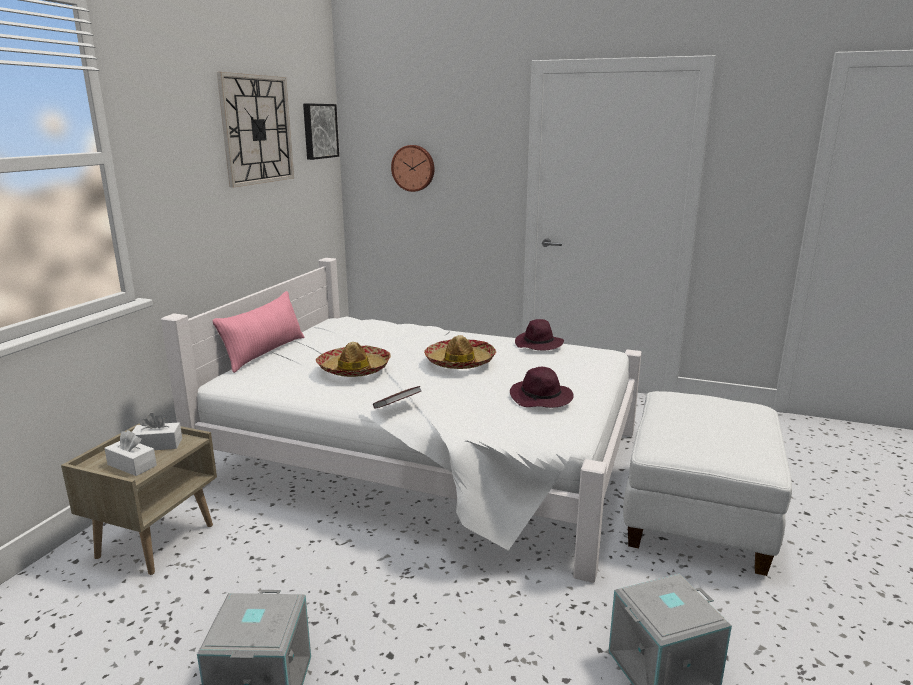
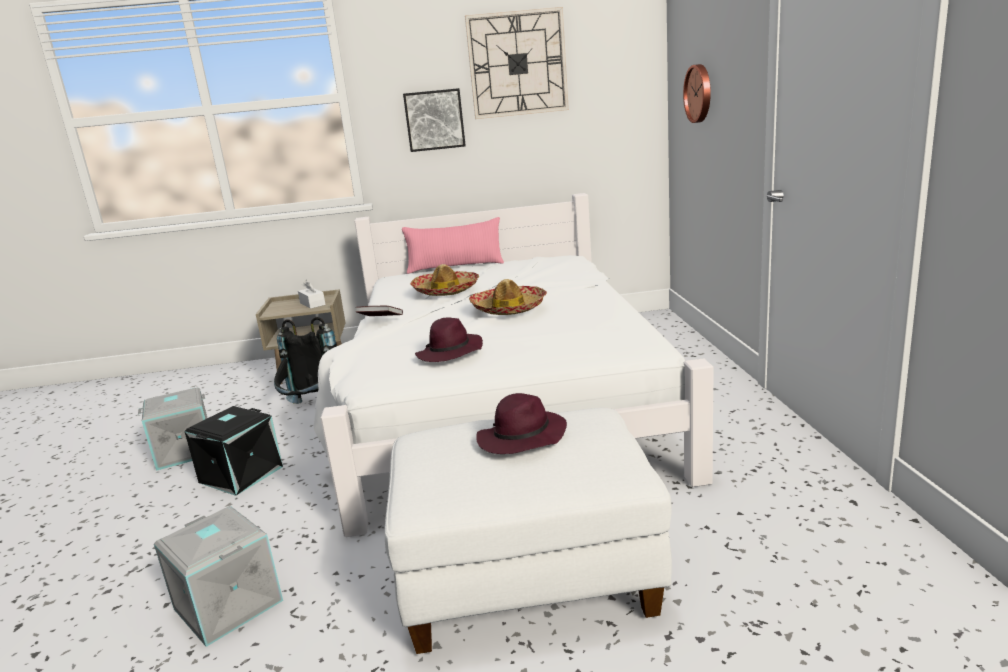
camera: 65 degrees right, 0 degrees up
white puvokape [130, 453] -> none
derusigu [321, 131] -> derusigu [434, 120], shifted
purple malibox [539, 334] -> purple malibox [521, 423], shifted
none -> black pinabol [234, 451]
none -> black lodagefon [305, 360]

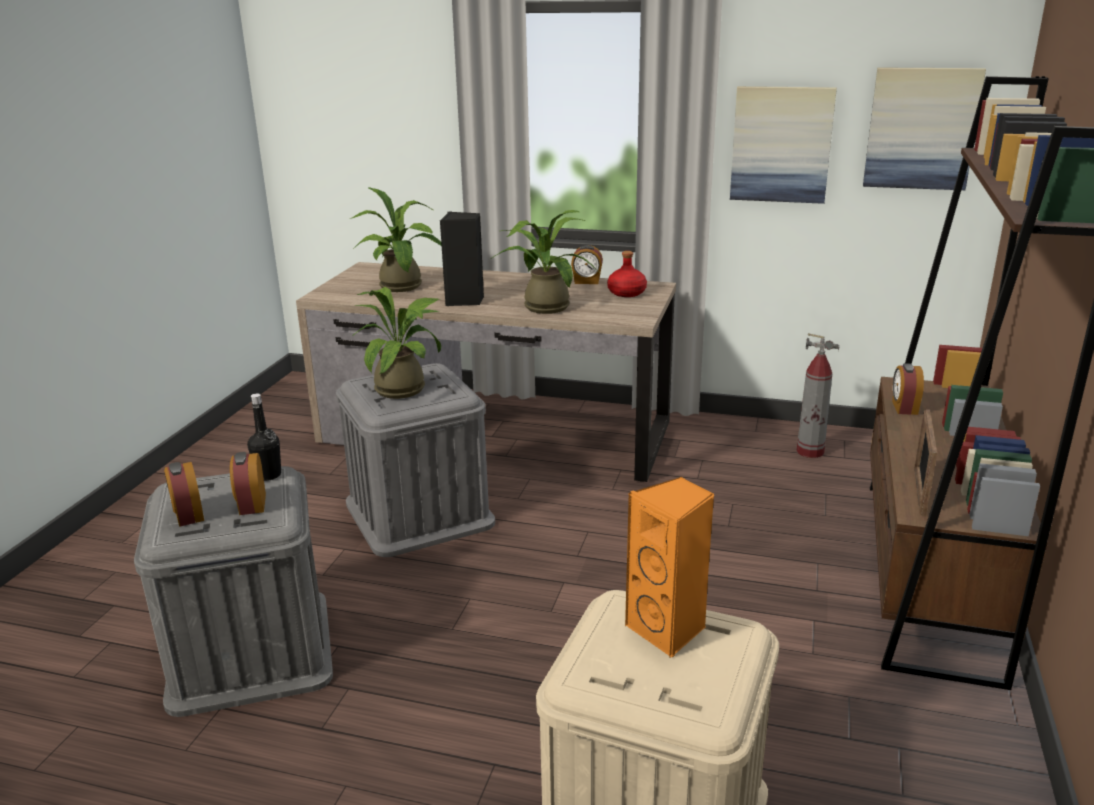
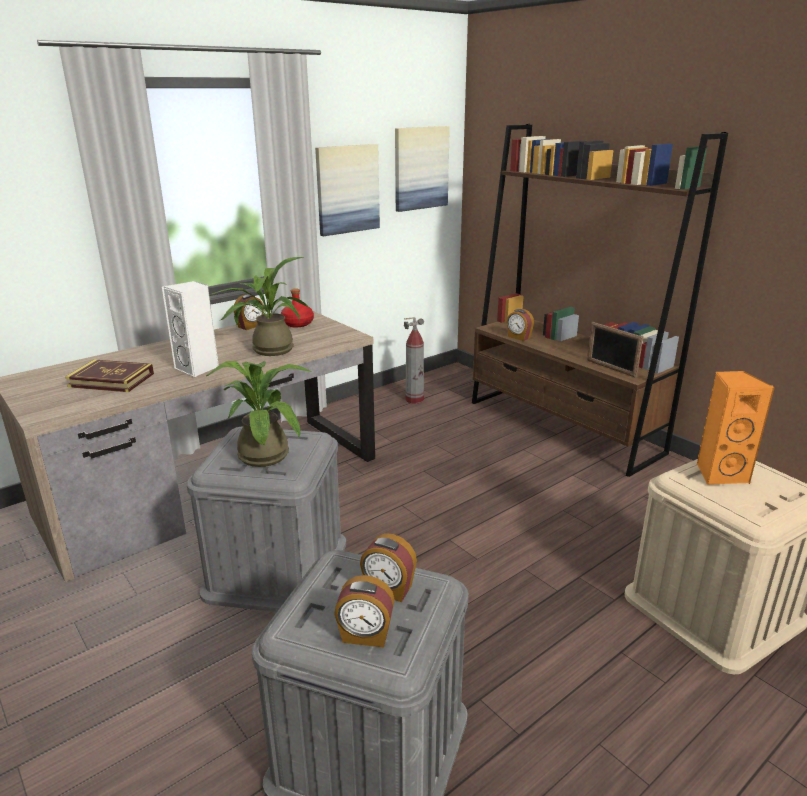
camera: 55 degrees left, 0 degrees up
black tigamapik [264, 437] -> none
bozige [396, 239] -> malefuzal [109, 375]
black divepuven [462, 258] -> white divepuven [190, 329]

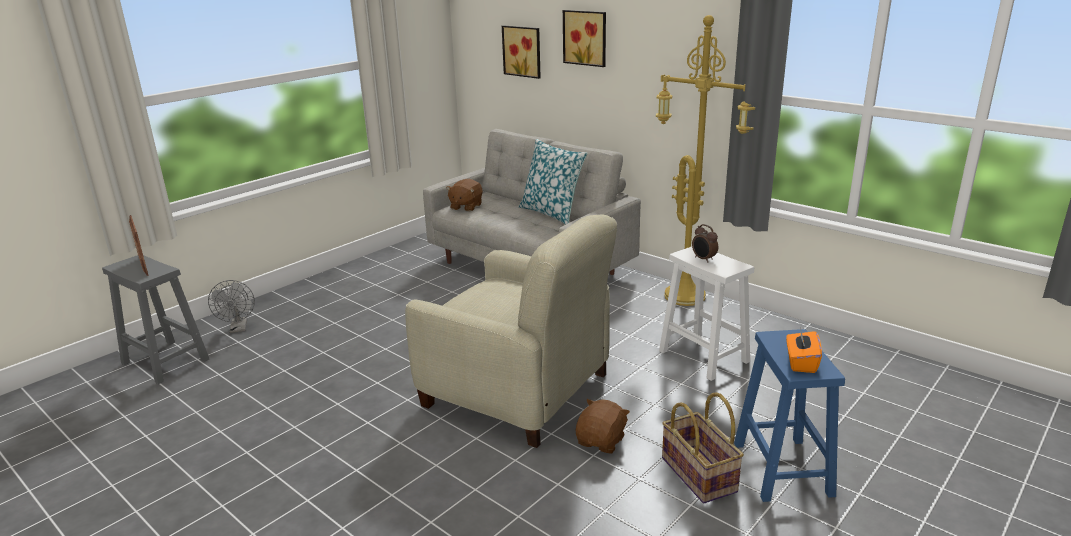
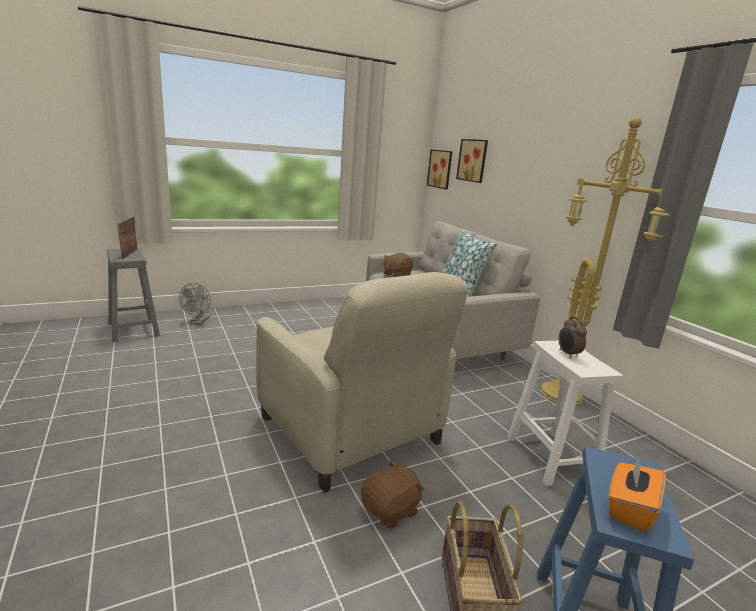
camera: 20 degrees right, 5 degrees down
derusigu [584, 38] -> derusigu [440, 170], shifted

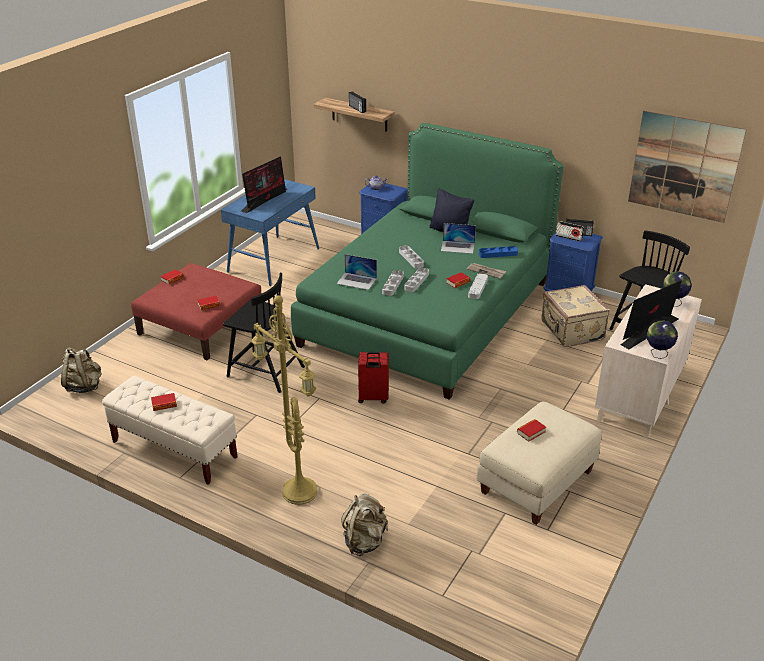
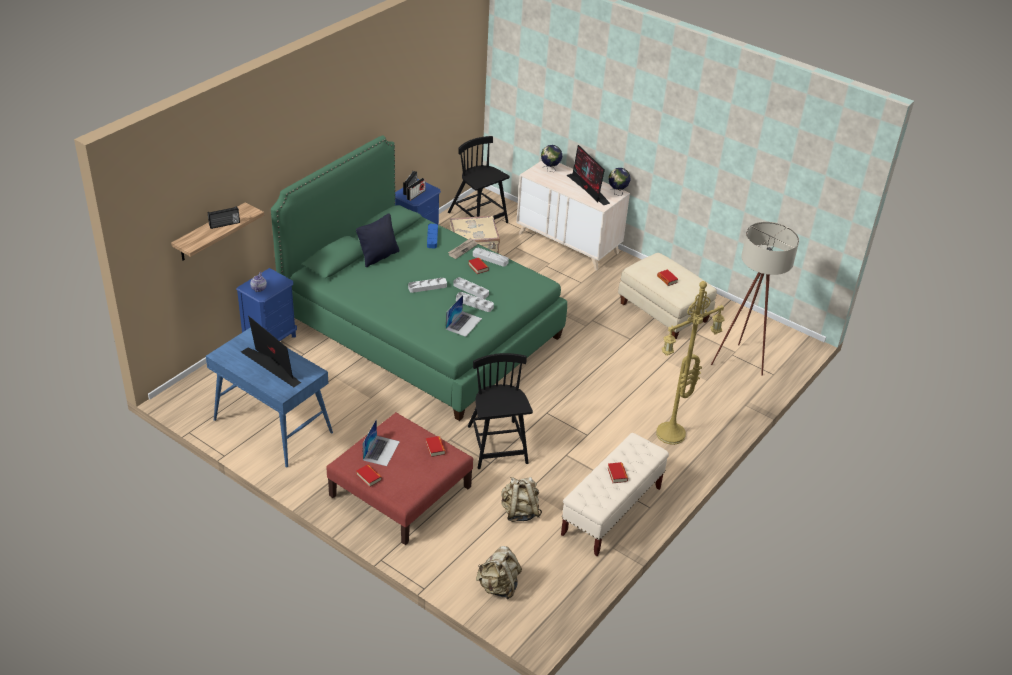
camera: 85 degrees left, 5 degrees up
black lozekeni [264, 333] -> black lozekeni [500, 411], 45 degrees counterclockwise
beige lodagefon [364, 525] -> beige lodagefon [521, 499], shifted
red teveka [373, 378] -> none
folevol [458, 238] -> folevol [381, 442], shifted
derusigu [687, 167] -> none
none -> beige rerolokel [755, 299]

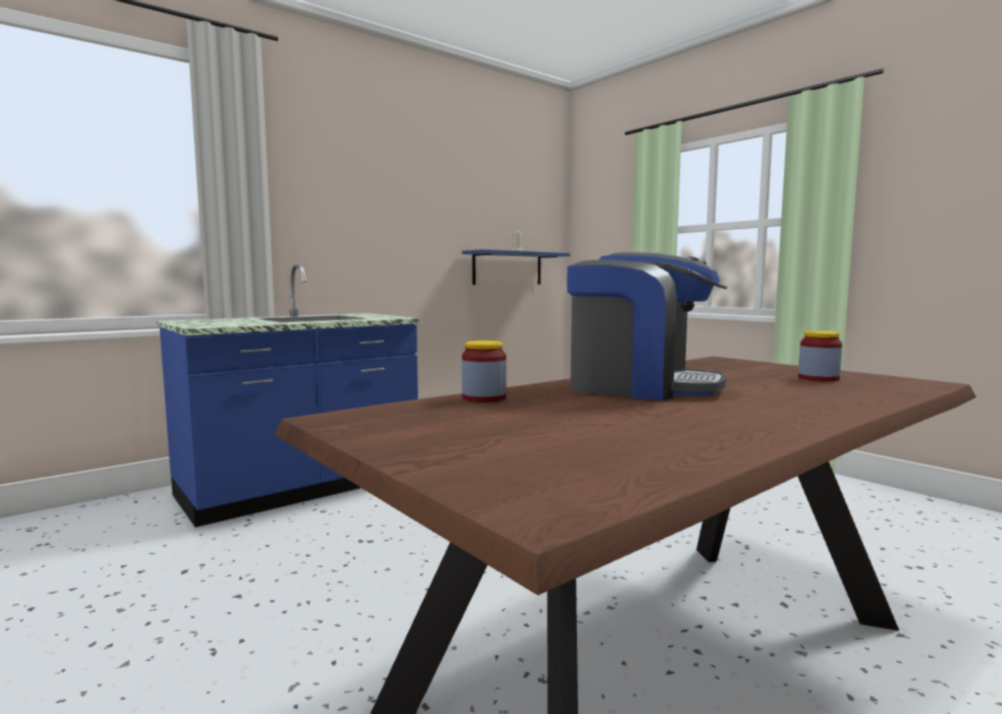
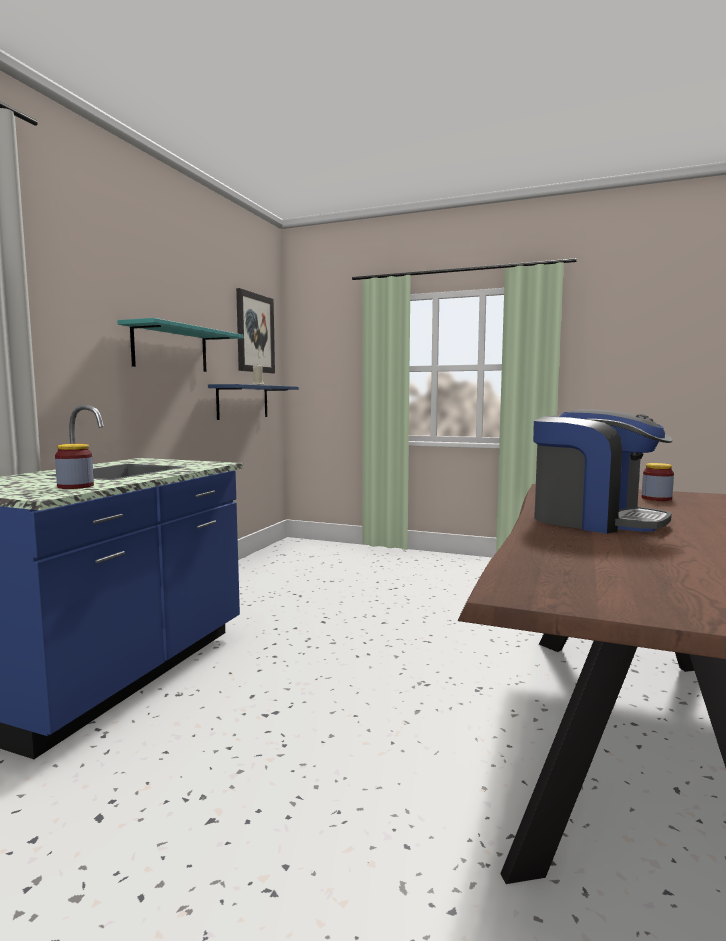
camera: 30 degrees left, 0 degrees up
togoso [484, 371] -> togoso [74, 466], shifted
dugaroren [647, 326] -> dugaroren [603, 471], 45 degrees clockwise
none -> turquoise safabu [180, 345]
none -> derusigu [255, 330]

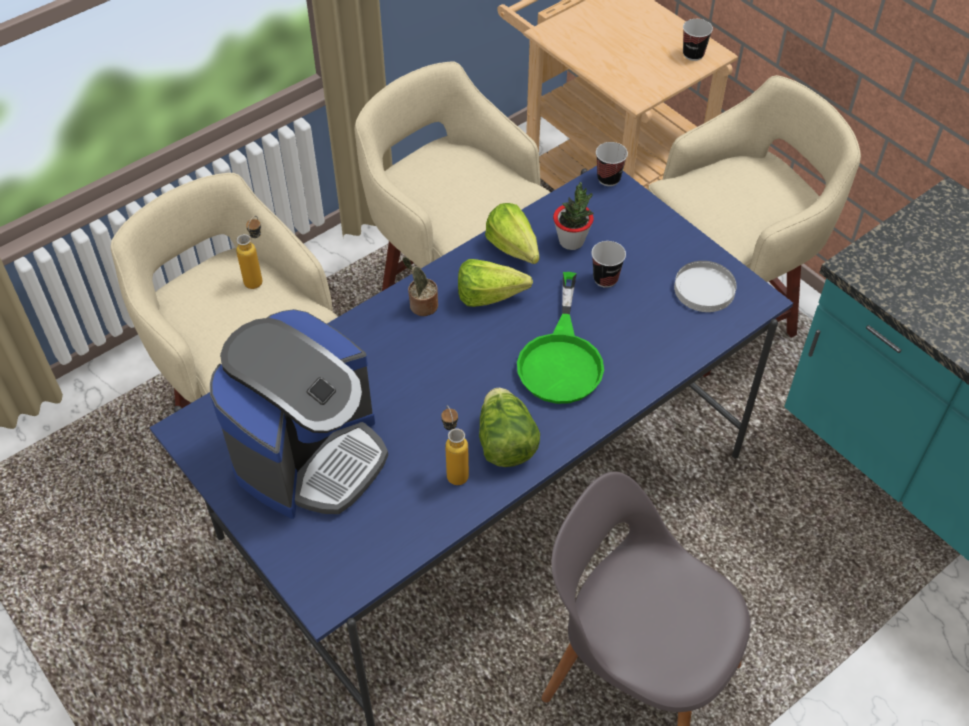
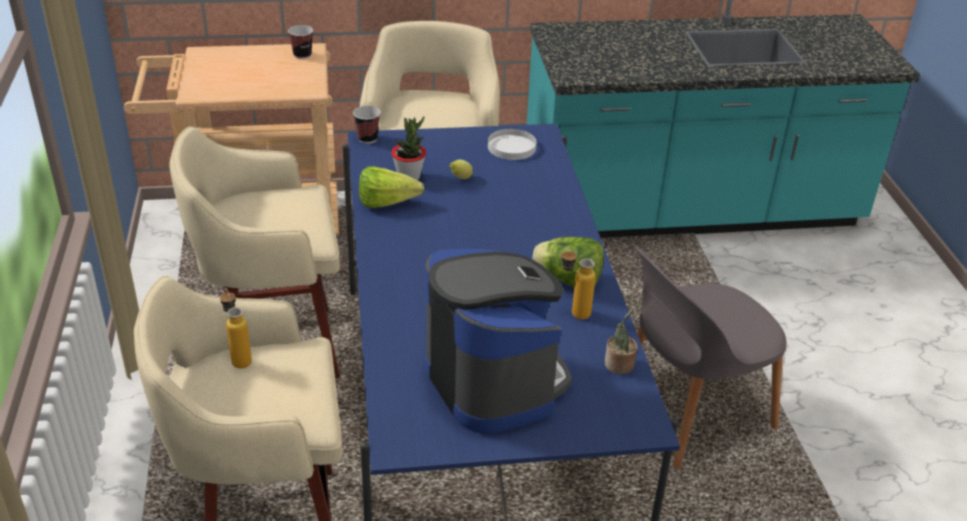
camera: 60 degrees left, 15 degrees down
bozige [420, 286] -> bozige [621, 342], shifted
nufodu [495, 283] -> none
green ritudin [560, 338] -> none
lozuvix [608, 264] -> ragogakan [461, 169]

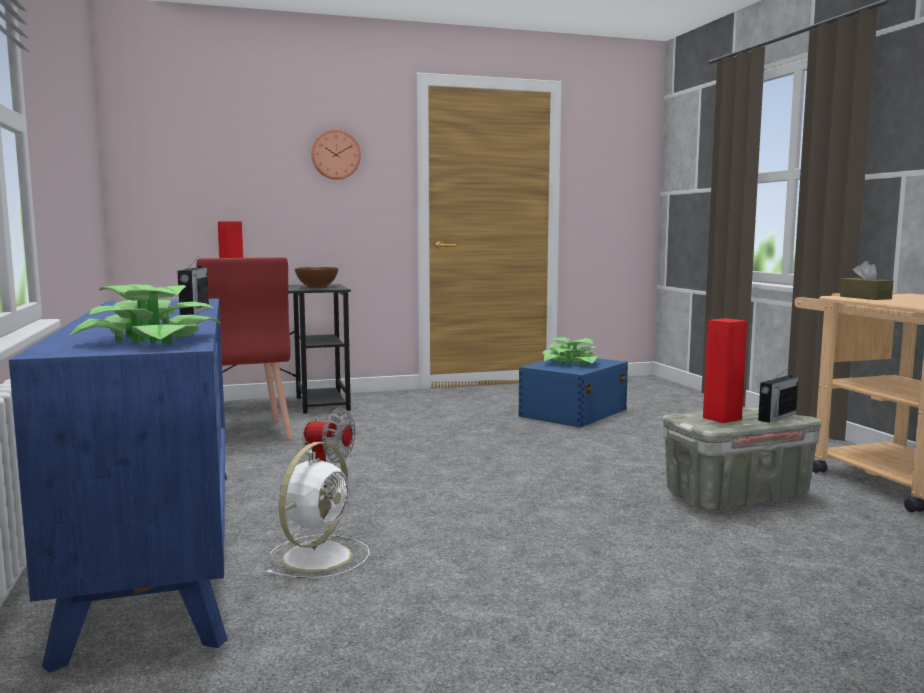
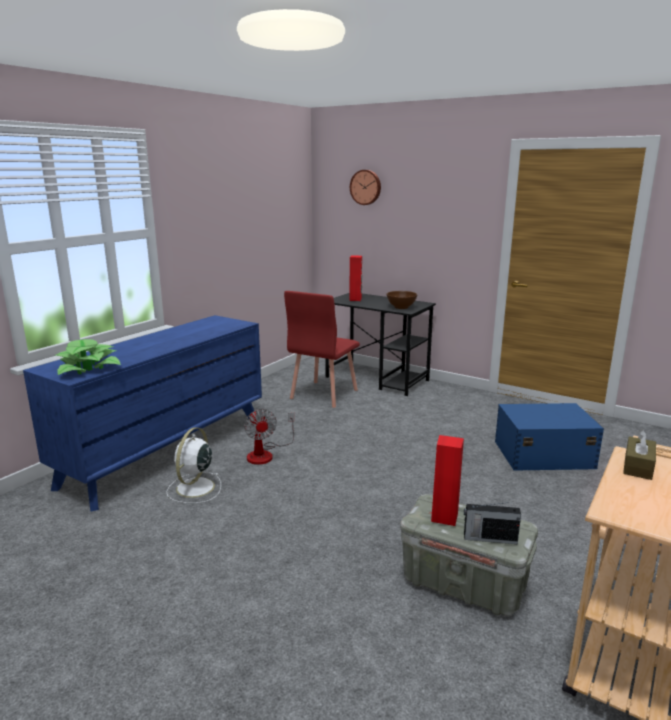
camera: 50 degrees right, 10 degrees up
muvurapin [193, 286] -> none
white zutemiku [317, 510] -> white zutemiku [193, 465], 120 degrees clockwise
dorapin [336, 154] -> dorapin [365, 187], shifted
bozige [570, 351] -> none

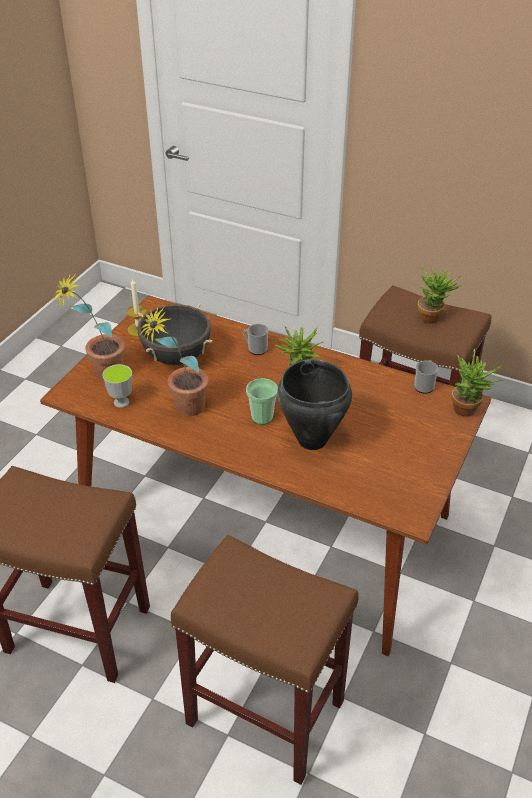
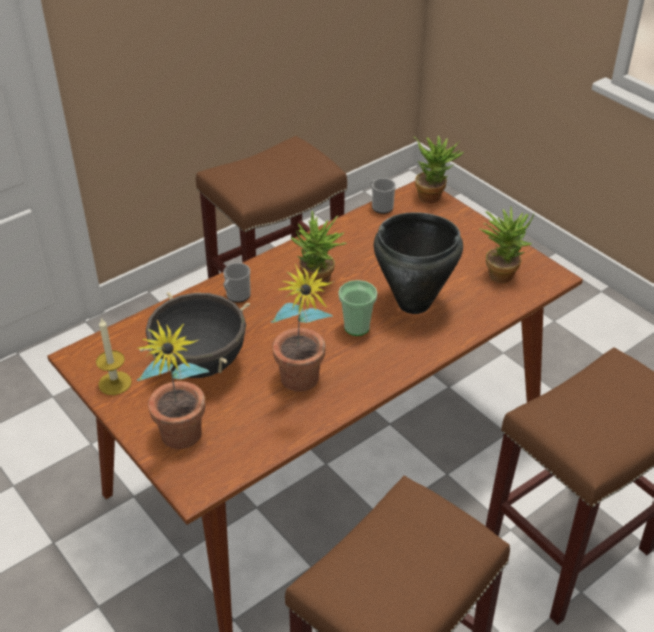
camera: 65 degrees left, 0 degrees up
lozuvix [117, 386] -> none
bozige [440, 294] -> bozige [507, 245], shifted

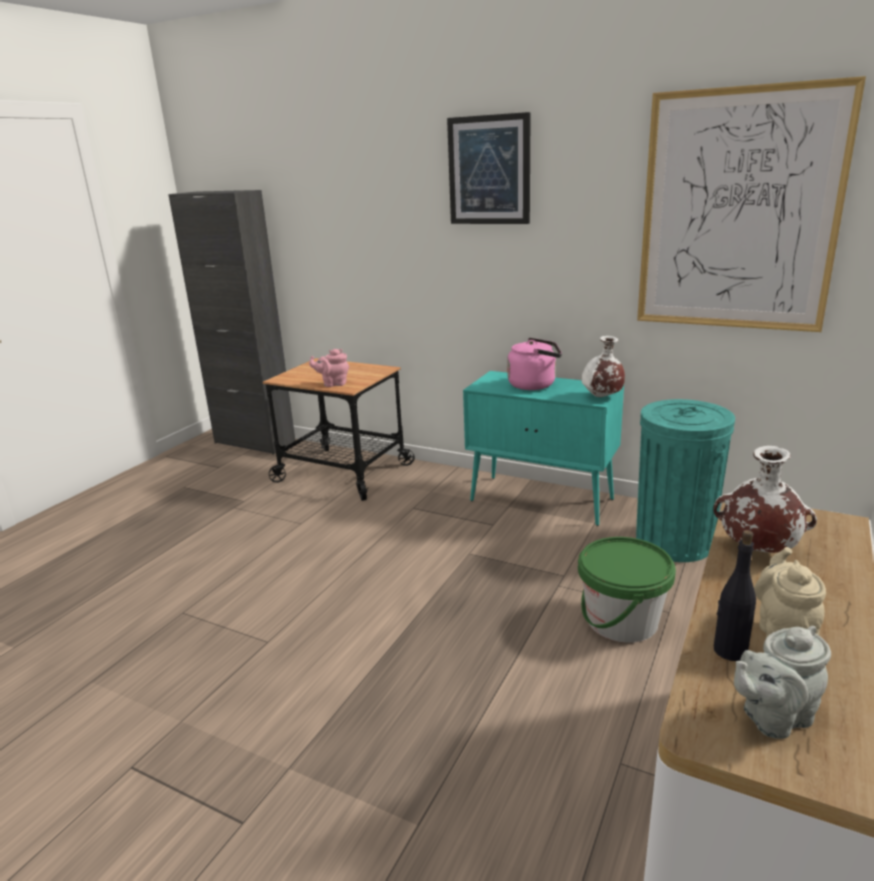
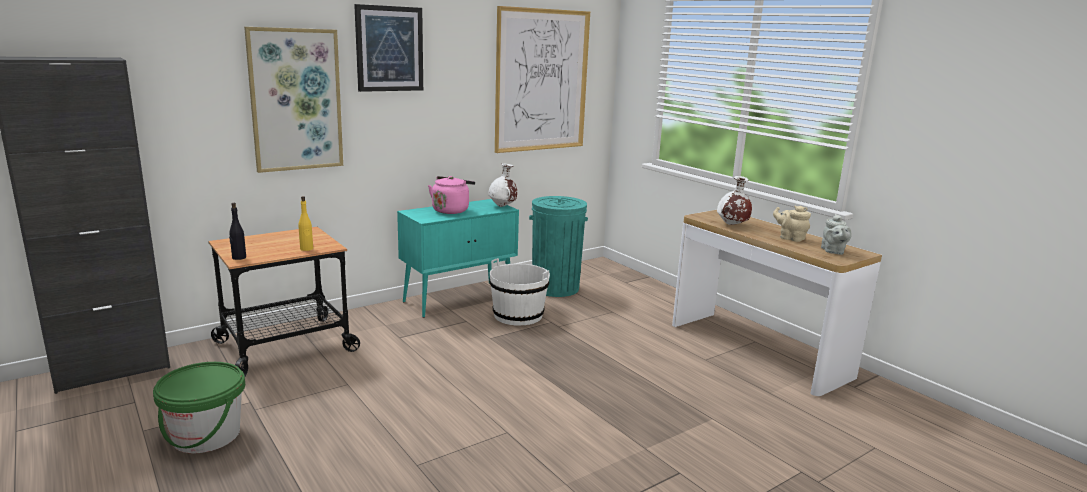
camera: 65 degrees left, 5 degrees down
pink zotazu [329, 368] -> yellow tigamapik [305, 223]
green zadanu [627, 590] -> green zadanu [199, 407], shifted
black tigamapik [735, 595] -> black tigamapik [237, 231], shifted
none -> derusigu [293, 100]
none -> white zadanu [519, 291]

